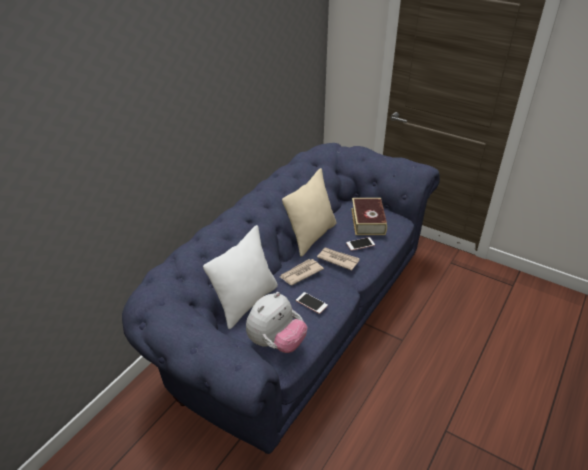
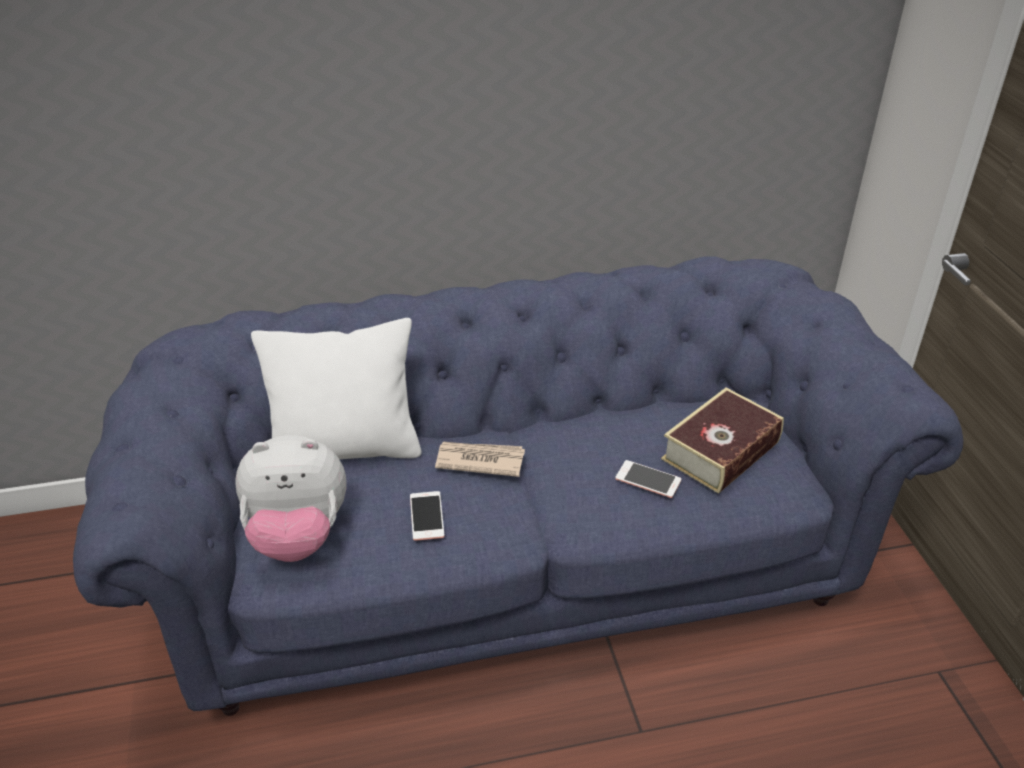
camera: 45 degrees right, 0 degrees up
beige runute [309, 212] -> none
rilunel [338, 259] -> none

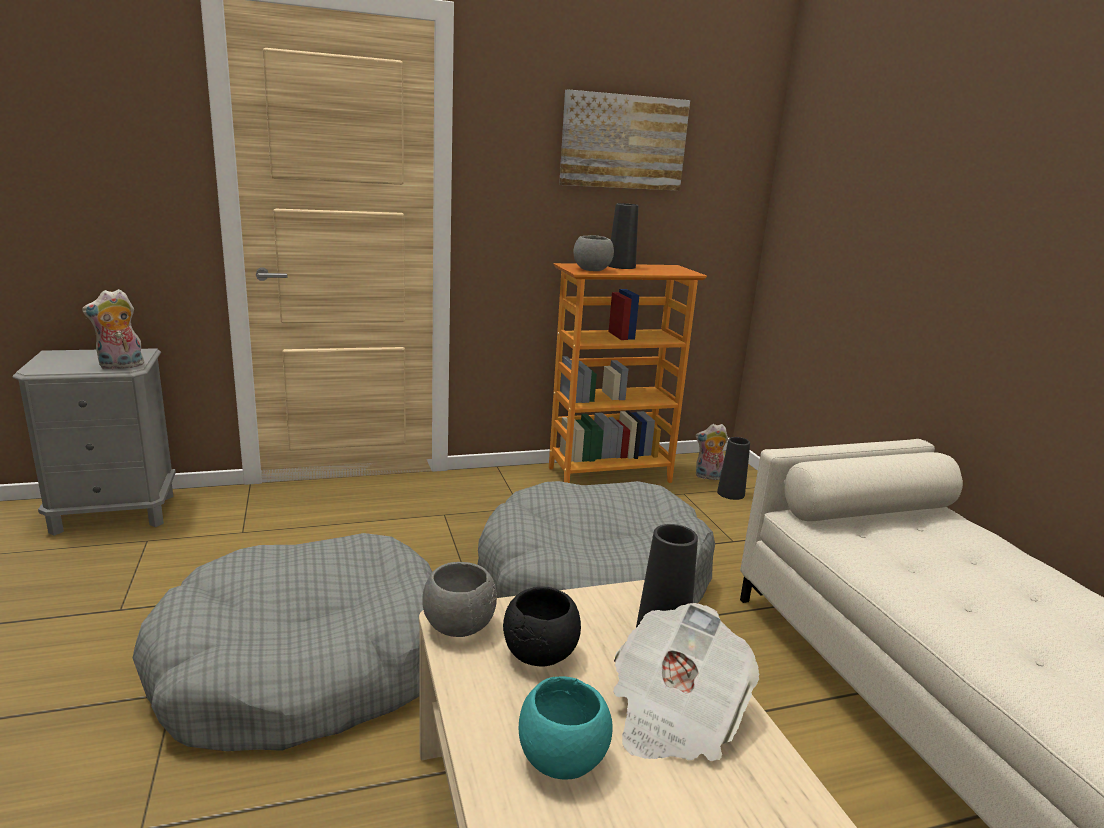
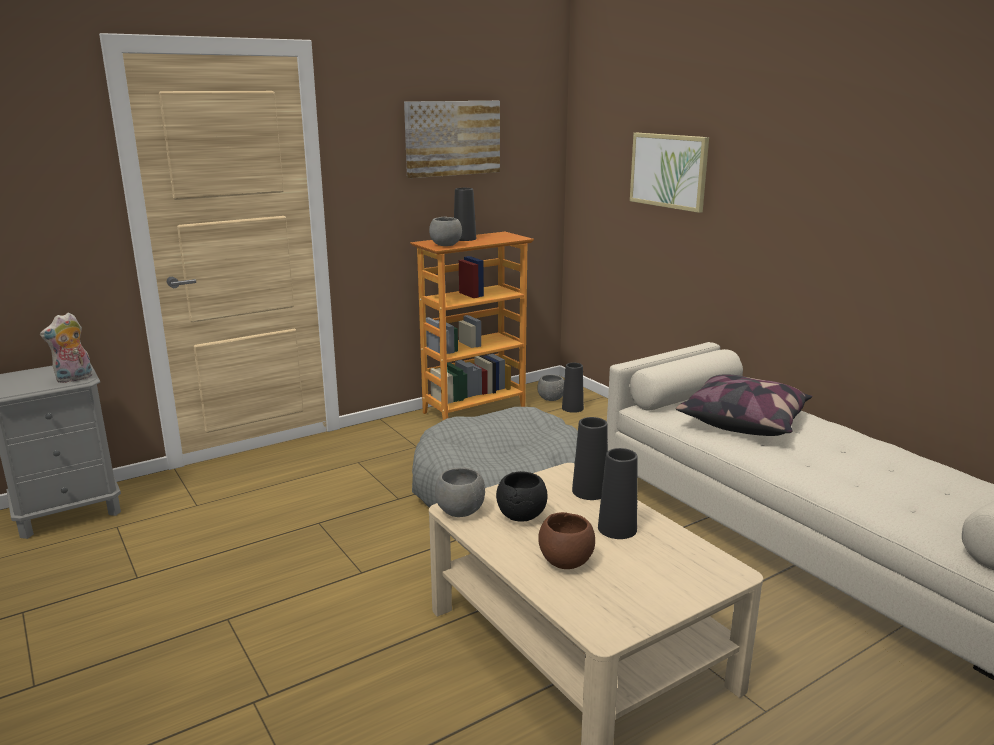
camera: 15 degrees left, 0 degrees up
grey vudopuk [282, 642] -> none
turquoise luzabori [566, 728] -> brown luzabori [566, 540]
rilunel [686, 682] -> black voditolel [618, 493]
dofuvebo [712, 452] -> grey luzabori [550, 387]
none -> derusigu [669, 173]
none -> runute [744, 405]

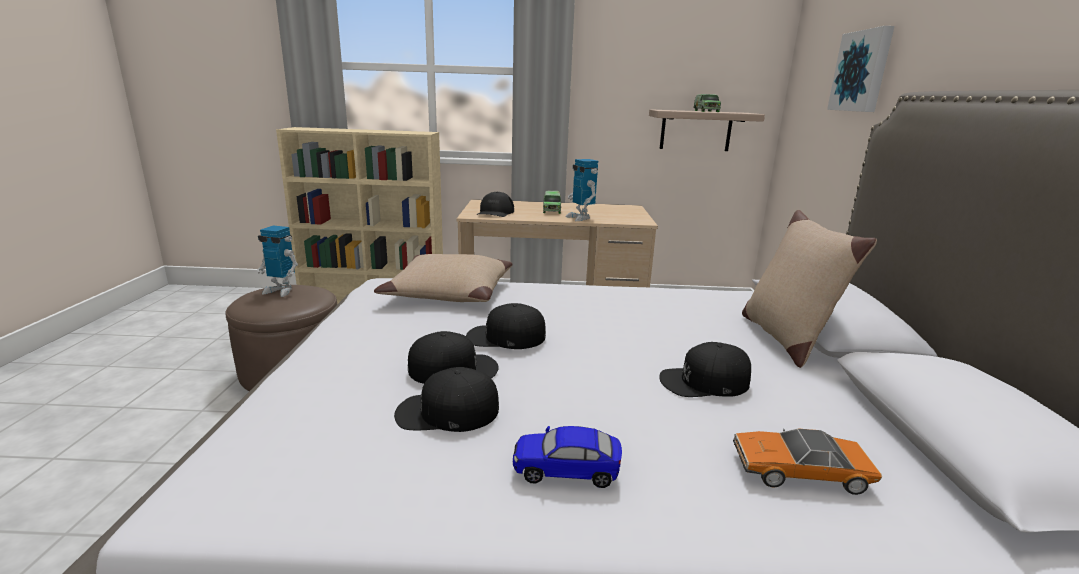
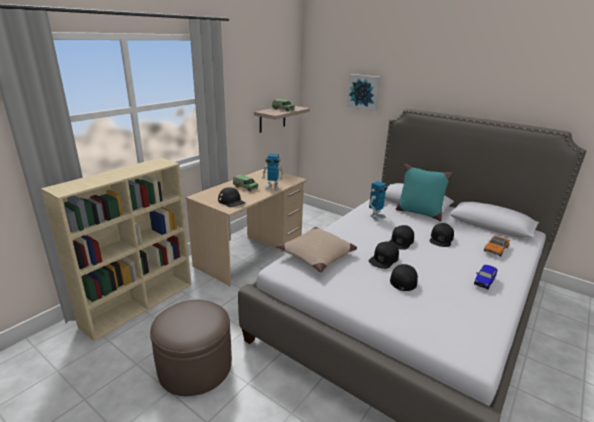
camera: 55 degrees left, 5 degrees up
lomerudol [277, 261] -> lomerudol [378, 201], shifted
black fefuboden [446, 399] -> black fefuboden [402, 237], shifted
beige runute [809, 289] -> turquoise runute [424, 192]

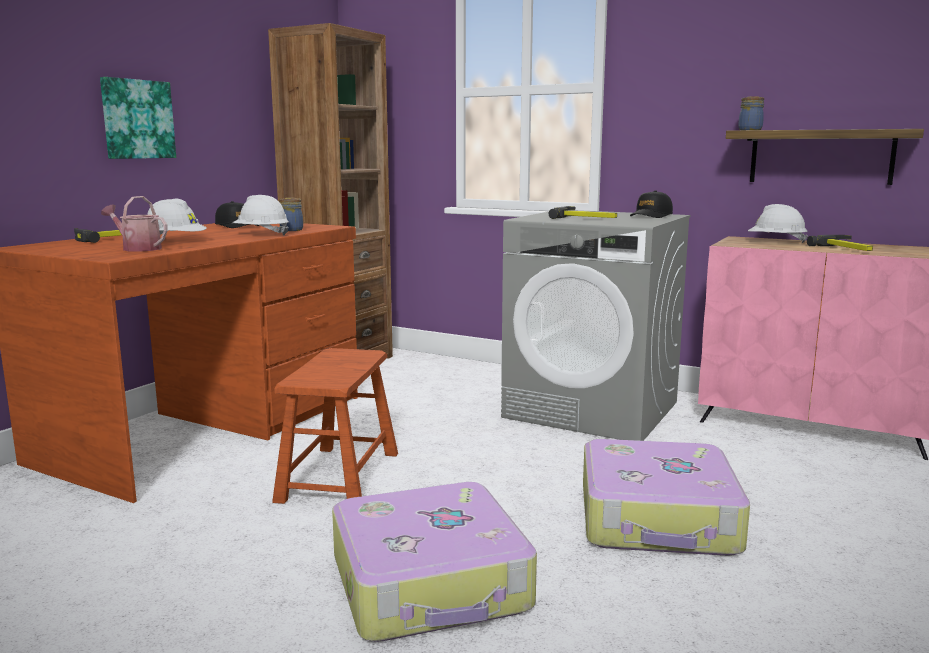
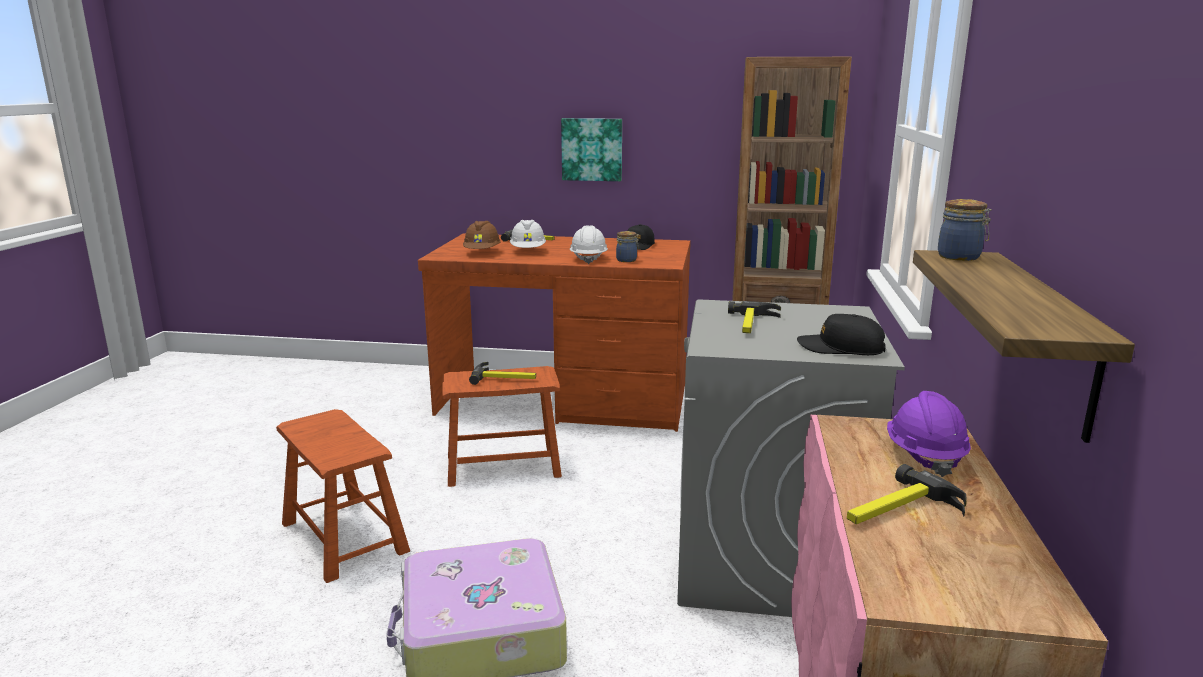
camera: 70 degrees right, 5 degrees up
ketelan [134, 224] -> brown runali [482, 235]
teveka [434, 562] -> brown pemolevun [343, 496]
white runali [778, 223] -> purple runali [929, 434]
none -> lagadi [502, 373]

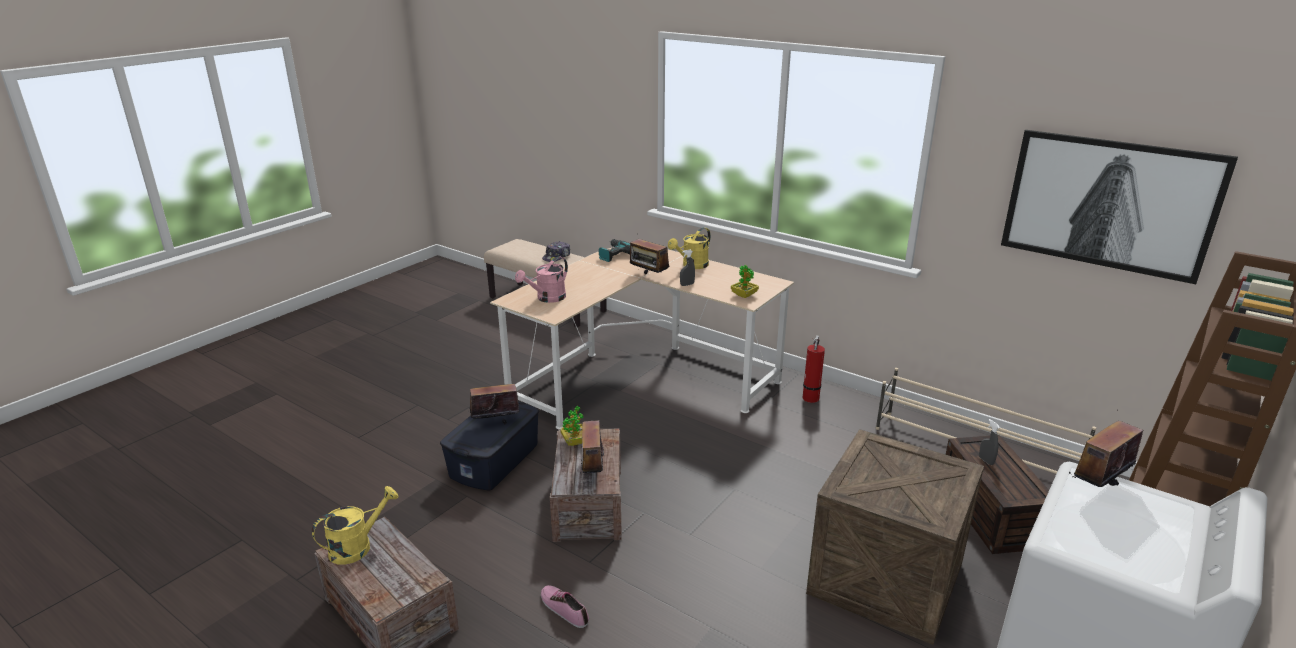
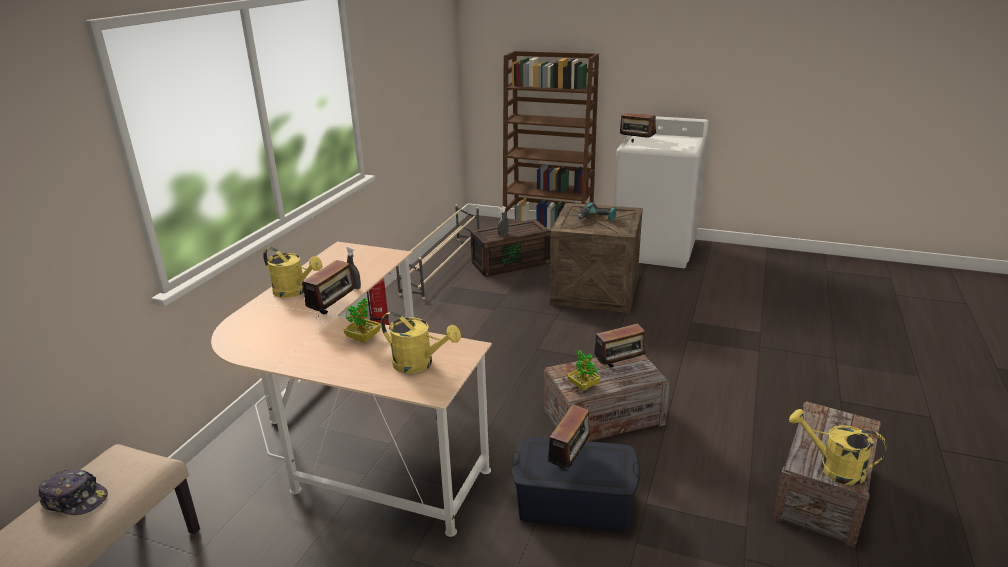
camera: 105 degrees left, 0 degrees up
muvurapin [494, 399] -> muvurapin [570, 438], 120 degrees counterclockwise
pink ketelan [541, 279] -> yellow ketelan [421, 342]
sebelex [565, 606] -> none
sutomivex [614, 250] -> sutomivex [596, 211], shifted
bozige [745, 281] -> bozige [362, 320], shifted
derusigu [1119, 207] -> none

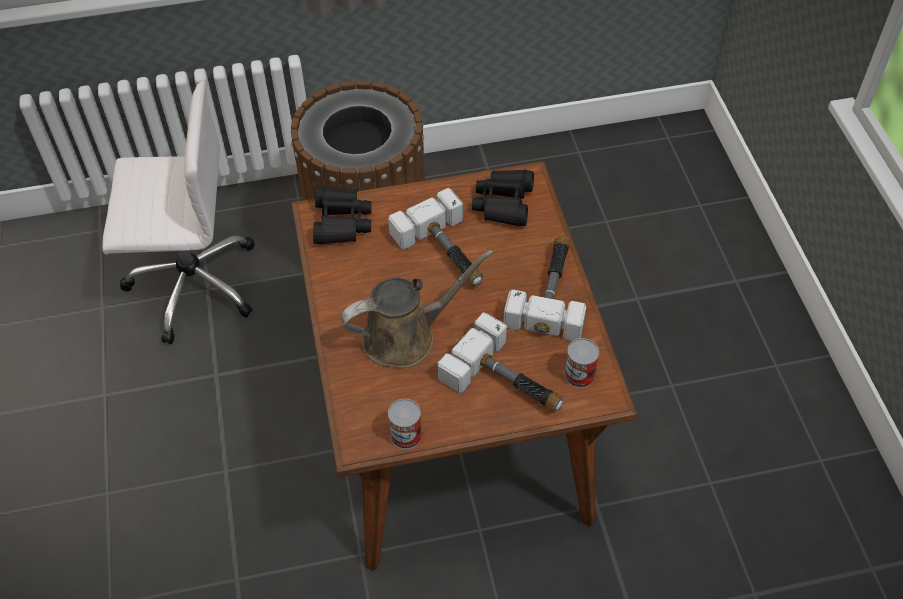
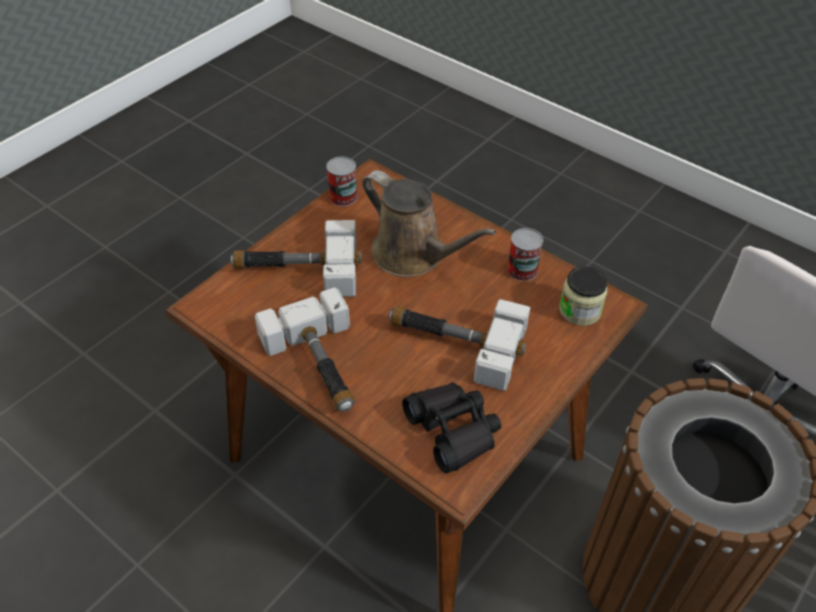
camera: 140 degrees right, 5 degrees down
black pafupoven [342, 215] -> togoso [583, 296]
brown ketelan [417, 309] -> brown ketelan [429, 223], 75 degrees counterclockwise
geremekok [581, 363] -> geremekok [525, 254], shifted

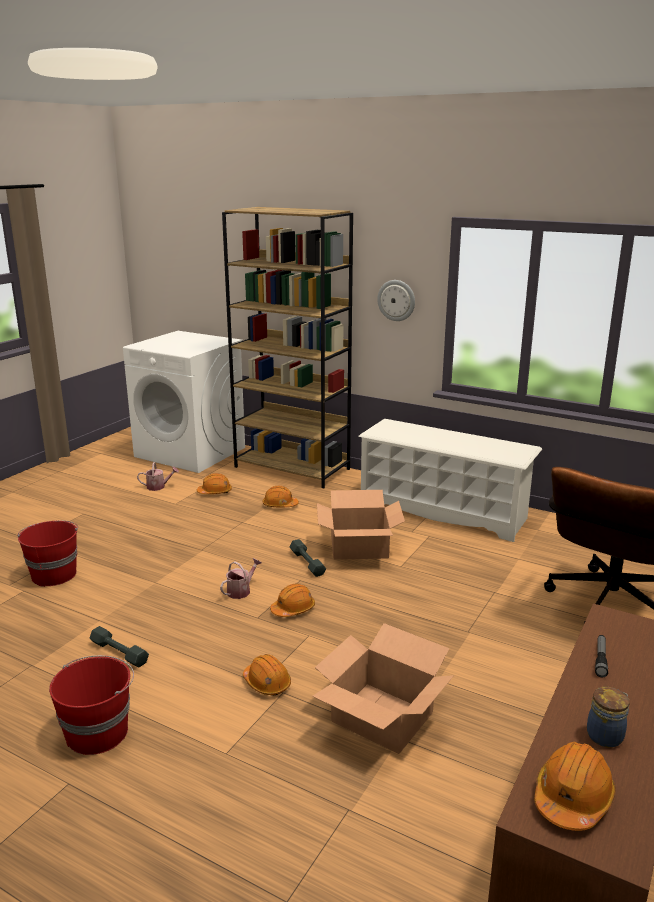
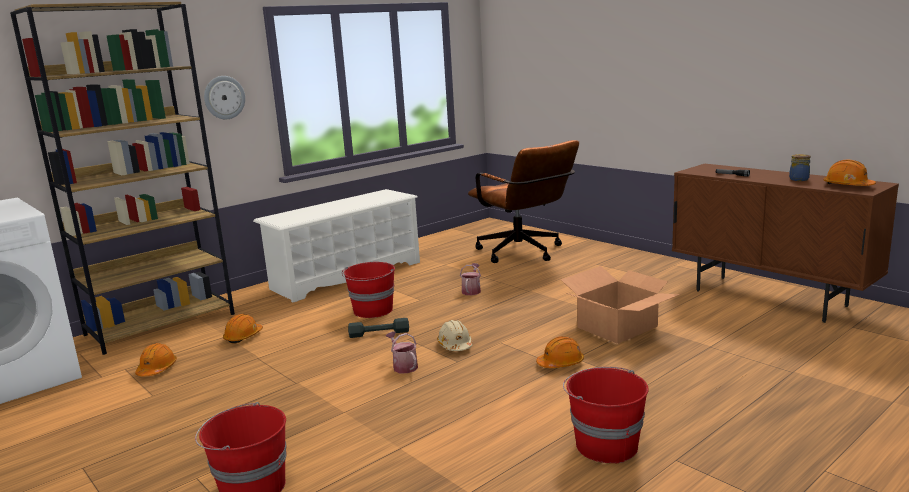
camera: 70 degrees left, 5 degrees down
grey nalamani [119, 647] -> none
ketelan [158, 476] -> ketelan [470, 279], shifted
orange runali [292, 600] -> beige runali [455, 335]
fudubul [361, 525] -> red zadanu [368, 290]

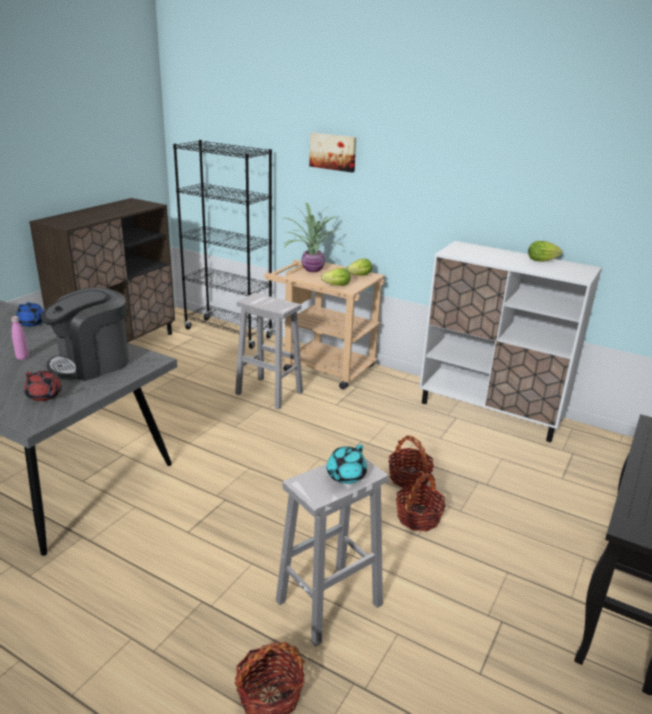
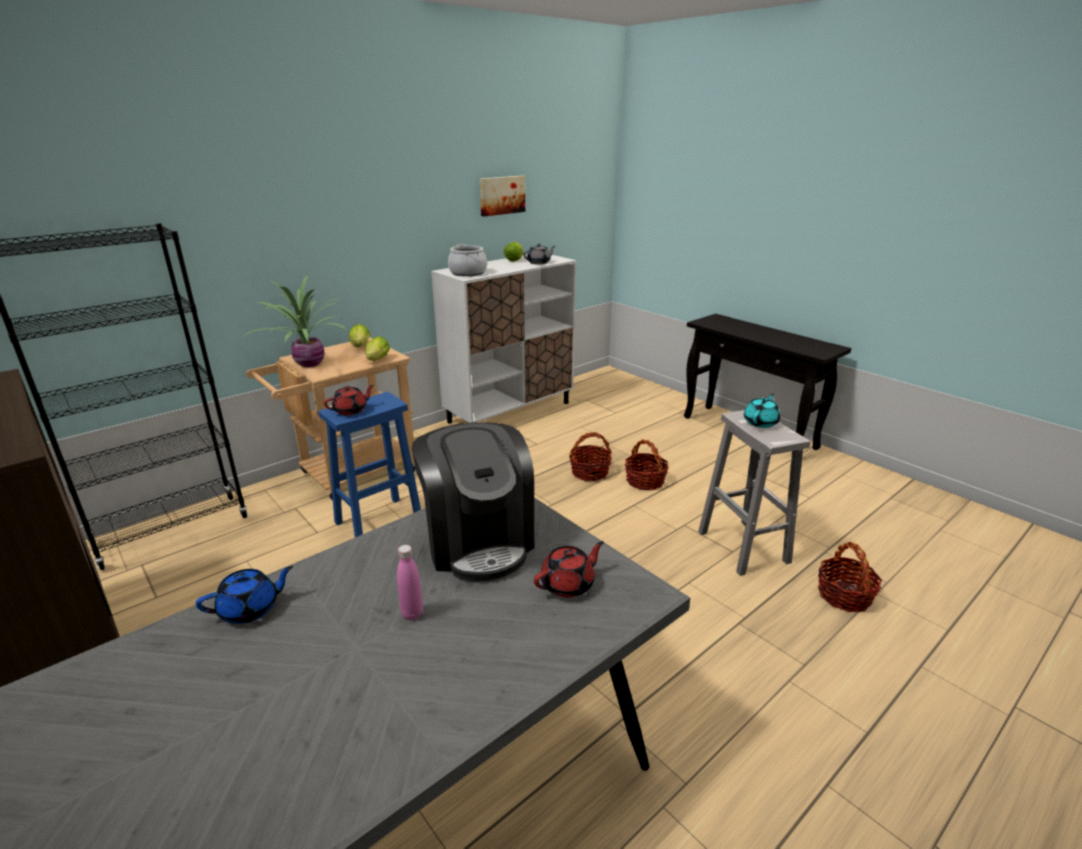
camera: 70 degrees left, 0 degrees up
white pemolevun [269, 351] -> blue pemolevun [369, 464]
derusigu [332, 152] -> derusigu [502, 196], shifted
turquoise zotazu [347, 464] -> turquoise zotazu [762, 411], 105 degrees counterclockwise
none -> red zotazu [349, 400]
none -> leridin [467, 260]
none -> grey zotazu [539, 254]

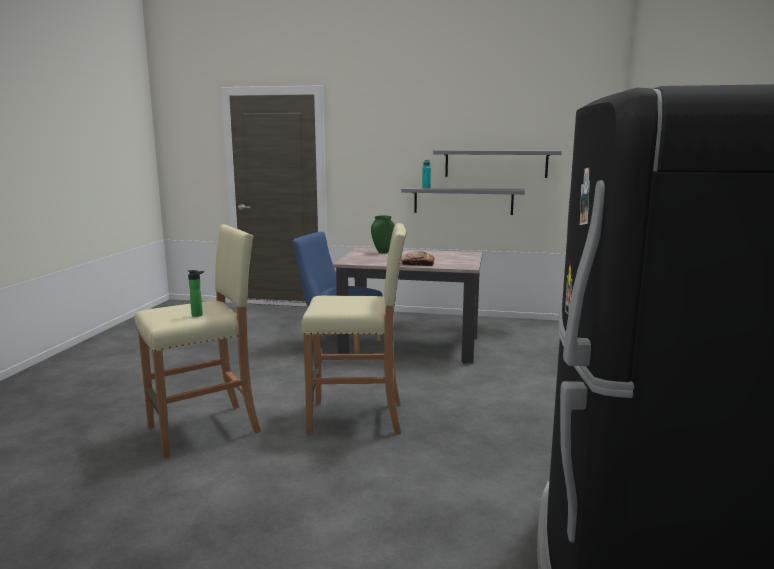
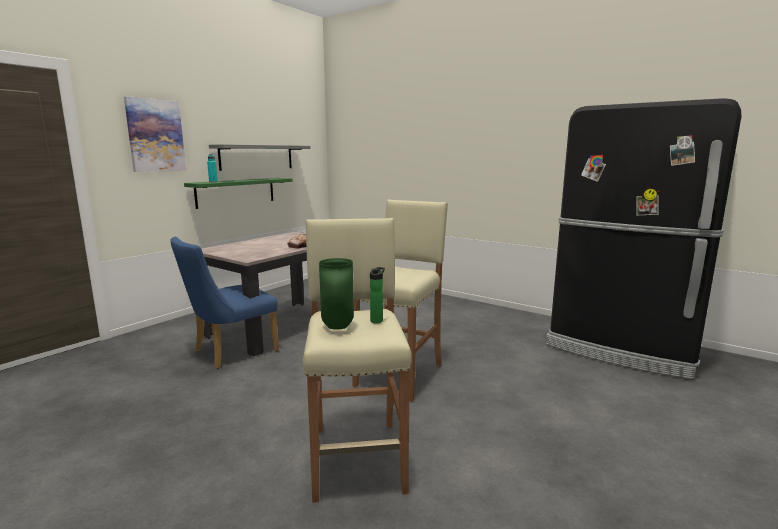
camera: 65 degrees left, 0 degrees up
green voditolel [383, 234] -> green voditolel [336, 294], shifted
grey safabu [463, 201] -> green safabu [238, 193]
none -> derusigu [155, 134]

